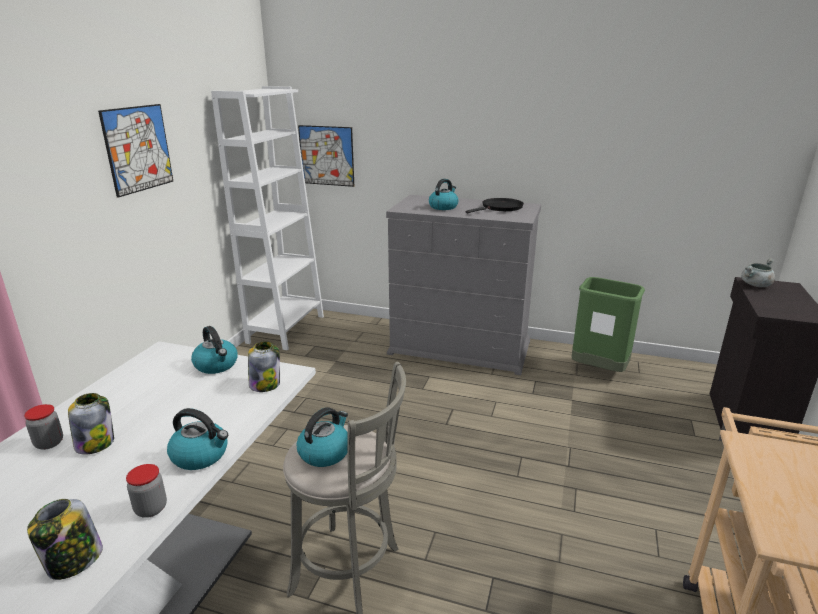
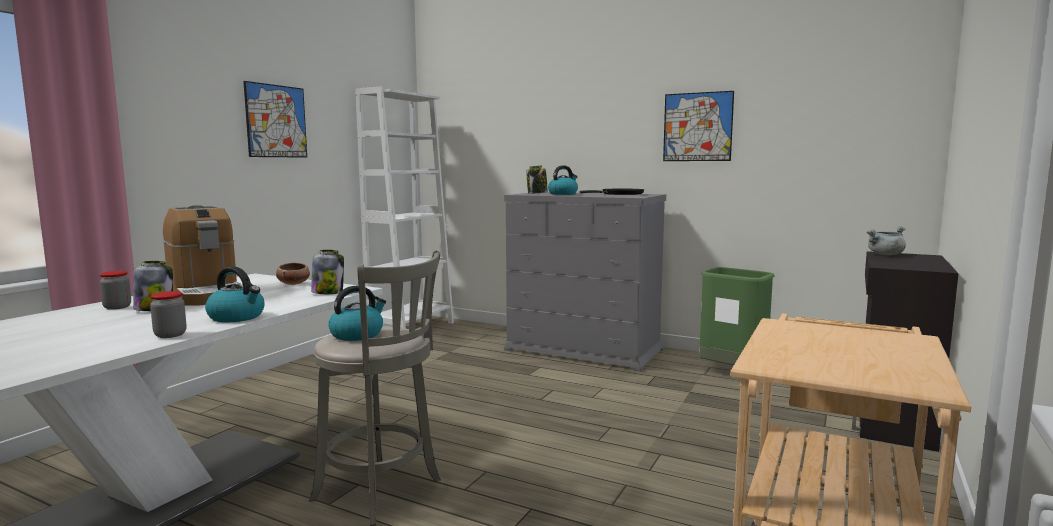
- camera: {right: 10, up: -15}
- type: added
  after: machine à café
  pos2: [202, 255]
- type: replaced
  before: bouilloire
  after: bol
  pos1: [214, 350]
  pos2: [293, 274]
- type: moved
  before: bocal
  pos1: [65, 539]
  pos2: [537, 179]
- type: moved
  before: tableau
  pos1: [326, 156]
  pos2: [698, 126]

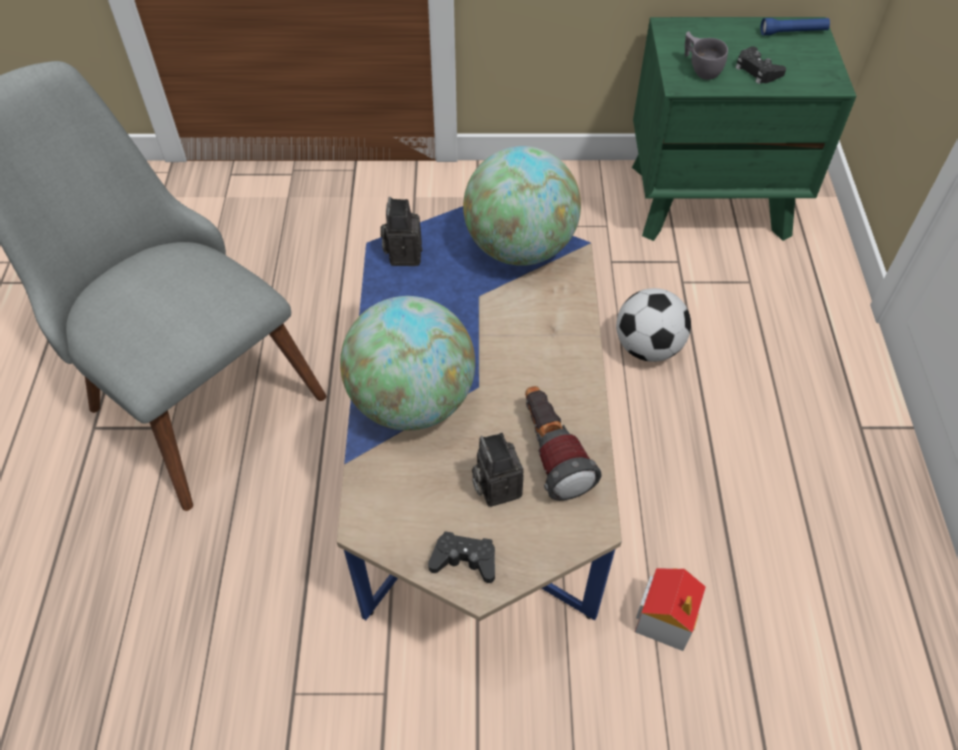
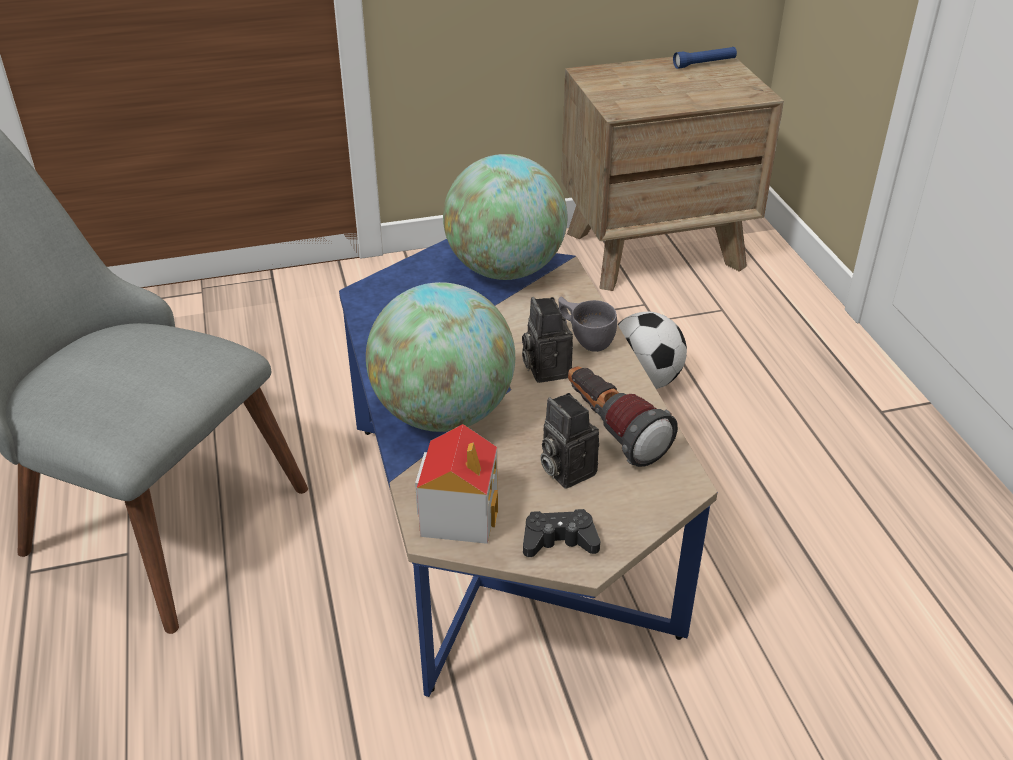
- camera: {right: -15, up: -15}
- type: moved
  before: maison miniature
  pos1: [670, 609]
  pos2: [456, 484]
- type: moved
  before: appareil photo
  pos1: [401, 231]
  pos2: [547, 340]
- type: moved
  before: tasse (gris)
  pos1: [706, 55]
  pos2: [588, 324]
- type: recoloured
  before: table de chevet (vert)
  after: table de chevet (marron)
  pos1: [744, 129]
  pos2: [672, 174]
- type: removed
  before: manette (noir)
  pos1: [760, 65]

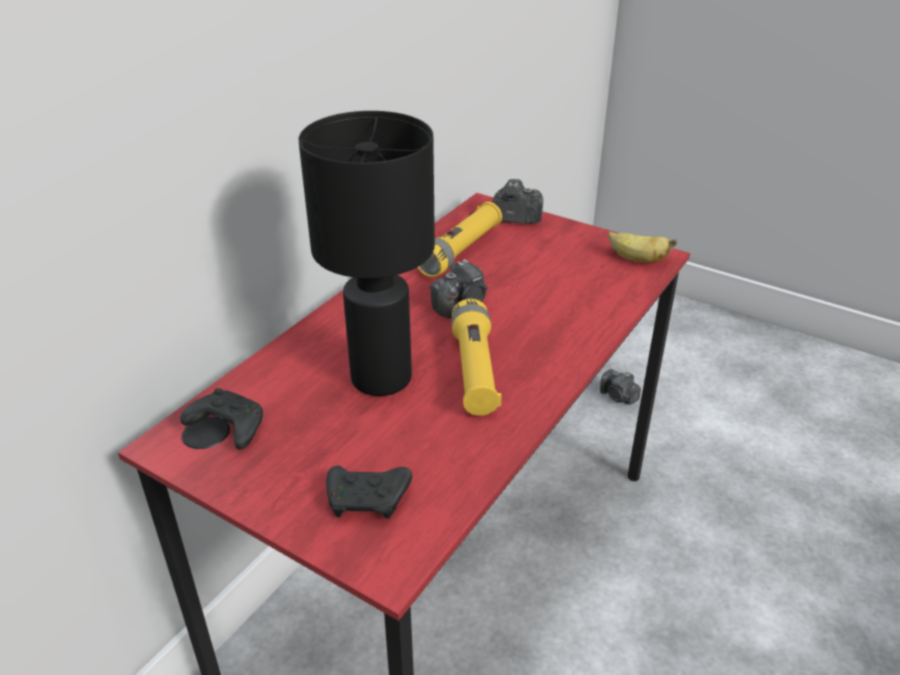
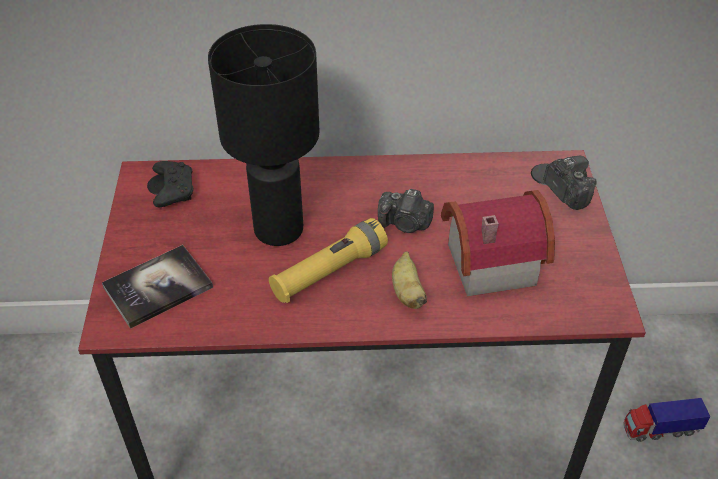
- camera: {right: 55, up: 10}
- type: replaced
  before: manette (noir)
  after: livre
  pos1: [369, 492]
  pos2: [157, 287]
- type: moved
  before: banane
  pos1: [642, 247]
  pos2: [409, 280]
- type: added
  after: maison miniature
  pos2: [498, 243]
- type: replaced
  before: appareil photo
  after: camion jouet
  pos1: [620, 387]
  pos2: [667, 420]
- type: removed
  before: lampe de poche (jaune)
  pos1: [459, 239]

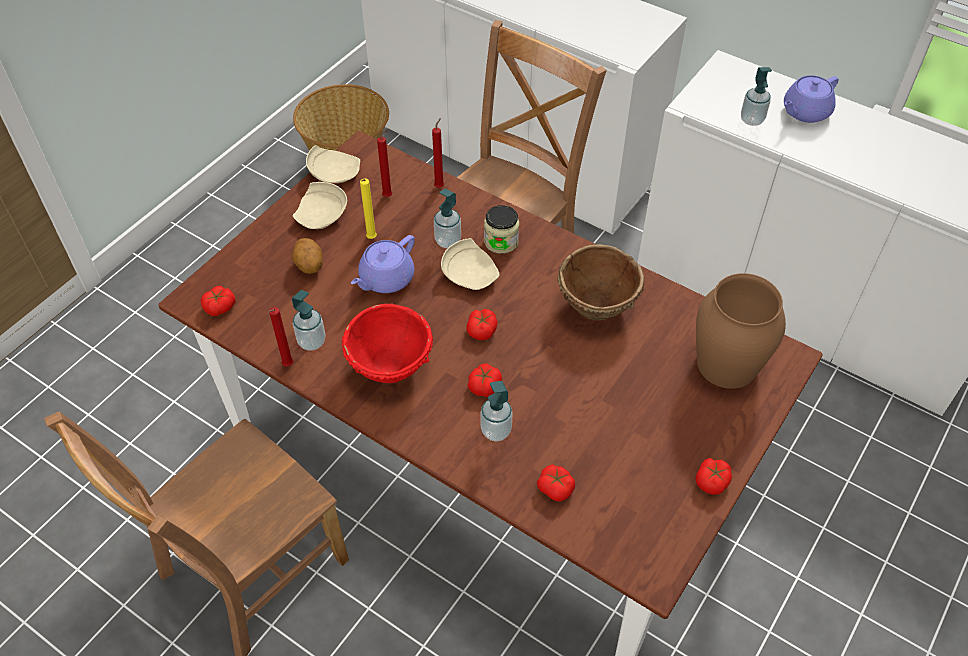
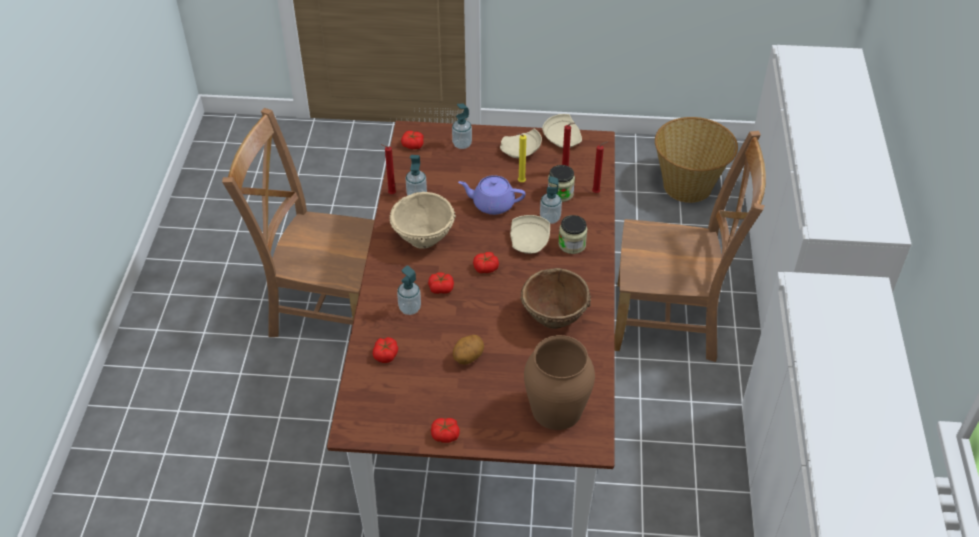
- camera: {right: 60, up: -5}
- type: recoloured
  before: bol (rouge)
  after: bol (beige)
  pos1: [387, 343]
  pos2: [423, 220]
- type: moved
  before: distributeur de savon
  pos1: [756, 96]
  pos2: [462, 126]
- type: moved
  before: pomme de terre
  pos1: [307, 256]
  pos2: [468, 350]
- type: added
  after: bocal
  pos2: [561, 183]
- type: removed
  before: théière (violet)
  pos1: [811, 99]

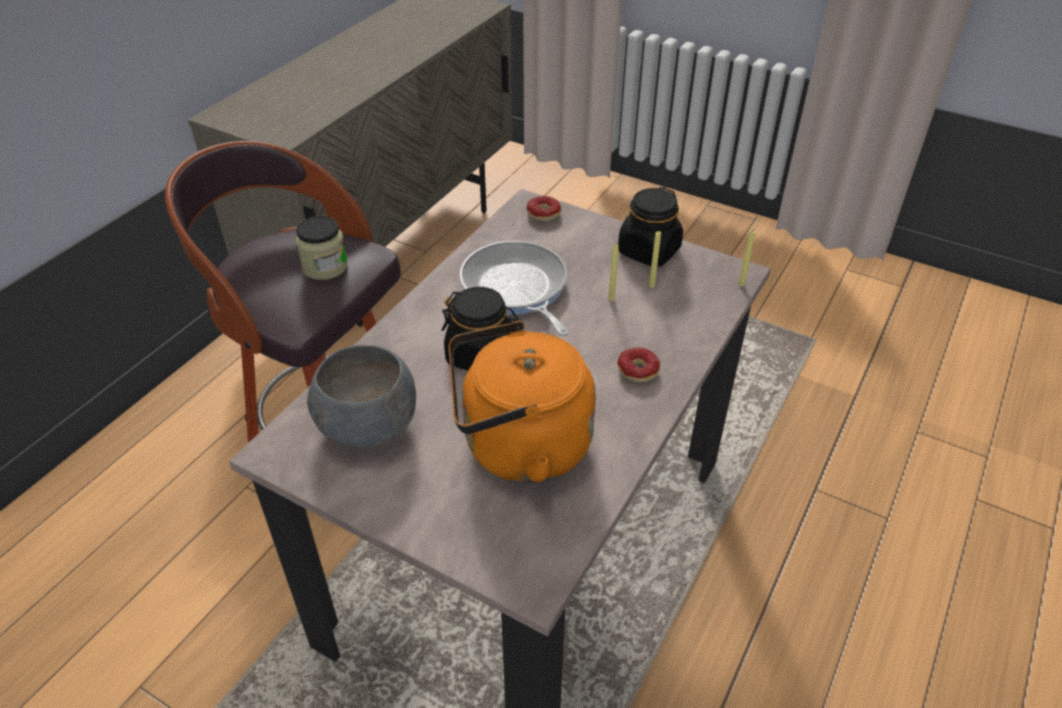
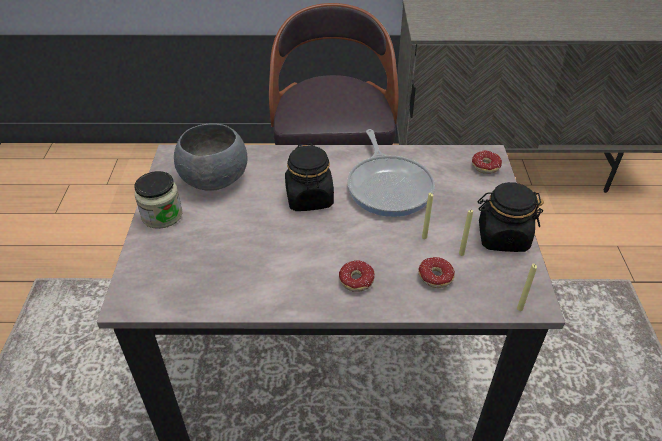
- camera: {right: 60, up: 0}
- type: moved
  before: bocal
  pos1: [322, 248]
  pos2: [158, 200]
- type: turned
  before: poêle
  pos1: [514, 288]
  pos2: [391, 173]
  turn: 135
- type: added
  after: beignet
  pos2: [436, 272]
- type: removed
  before: bouilloire (orange)
  pos1: [522, 402]

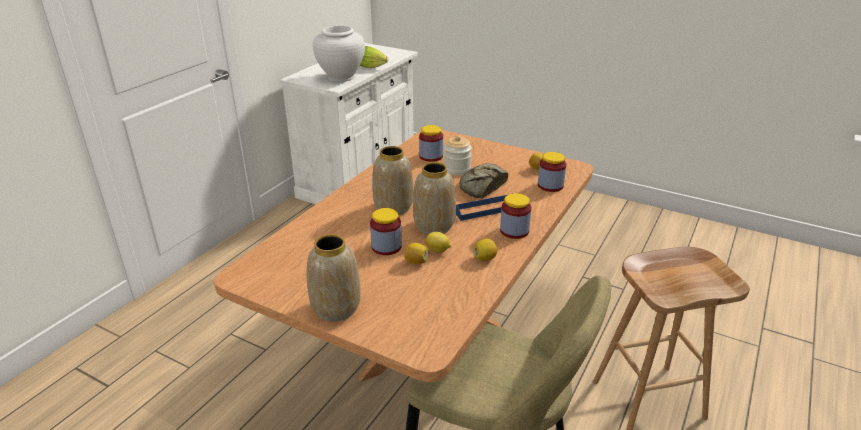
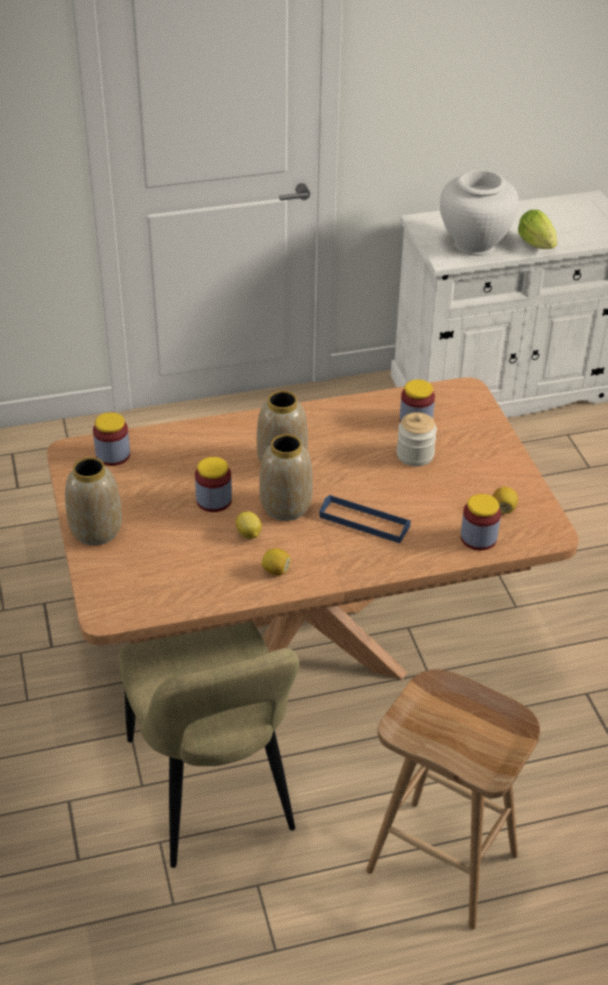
- camera: {right: 45, up: 10}
- type: moved
  before: bocal
  pos1: [515, 216]
  pos2: [111, 439]
- type: removed
  before: citron
  pos1: [416, 253]
- type: removed
  before: pain
  pos1: [483, 181]

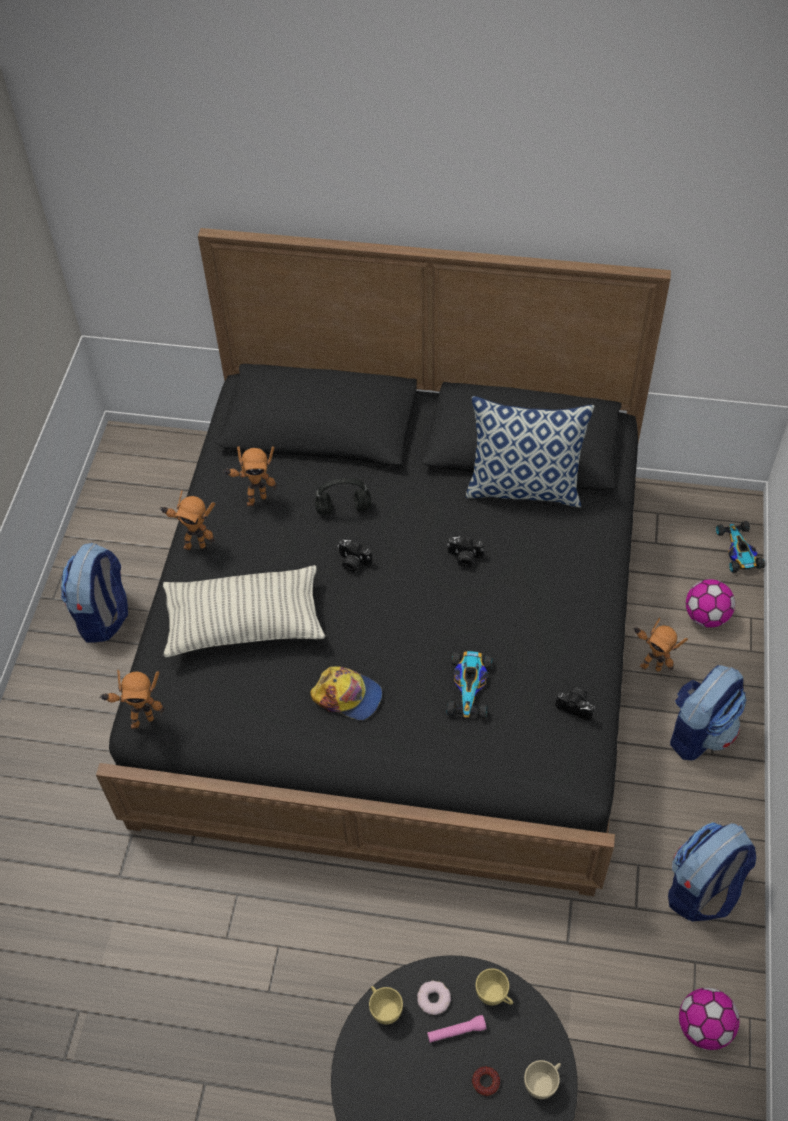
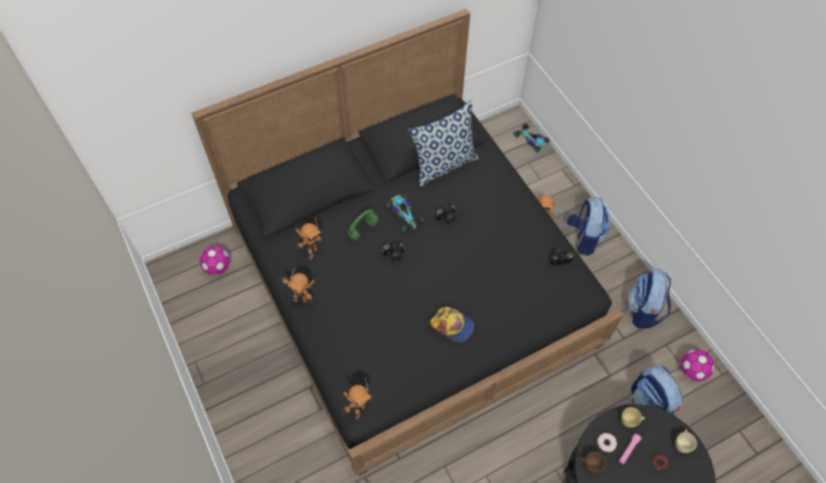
- camera: {right: -40, up: 5}
- type: moved
  before: ballon de foot
  pos1: [710, 603]
  pos2: [215, 260]
- type: turned
  before: robot jouet
  pos1: [187, 520]
  pos2: [297, 285]
  turn: 45
- type: recoloured
  before: casque audio (noir)
  after: casque audio (vert)
  pos1: [343, 496]
  pos2: [363, 224]
- type: moved
  before: petite voiture
  pos1: [469, 685]
  pos2: [405, 212]
- type: turned
  before: casquette
  pos1: [346, 693]
  pos2: [452, 325]
  turn: 45
- type: recoloured
  before: tasse (jaune)
  after: tasse (marron)
  pos1: [386, 1005]
  pos2: [593, 462]
- type: moved
  before: sac à dos
  pos1: [94, 593]
  pos2: [656, 389]
- type: removed
  before: coussin
  pos1: [244, 611]

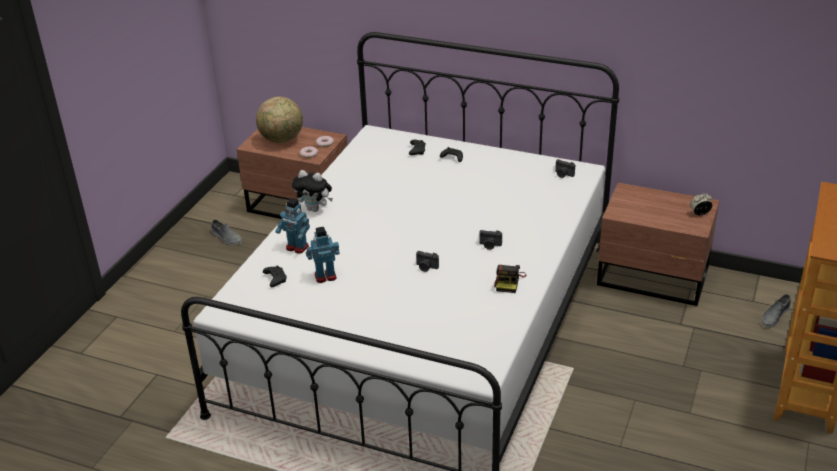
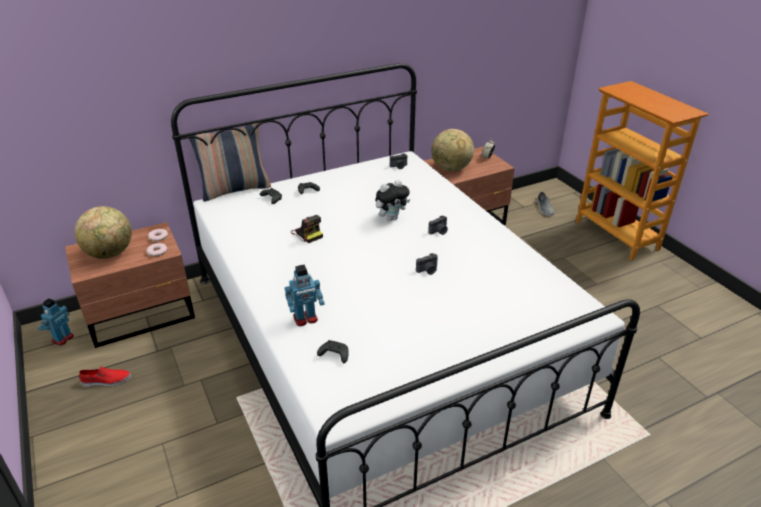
- camera: {right: -50, up: 0}
- type: moved
  before: robot jouet
  pos1: [323, 255]
  pos2: [56, 322]
- type: recoloured
  before: chaussure (gris)
  after: chaussure (rouge)
  pos1: [226, 232]
  pos2: [105, 376]
- type: added
  after: coussin
  pos2: [230, 162]
- type: moved
  before: appareil photo
  pos1: [510, 279]
  pos2: [307, 229]
- type: moved
  before: peluche
  pos1: [312, 191]
  pos2: [392, 200]
- type: added
  after: globe
  pos2: [452, 150]

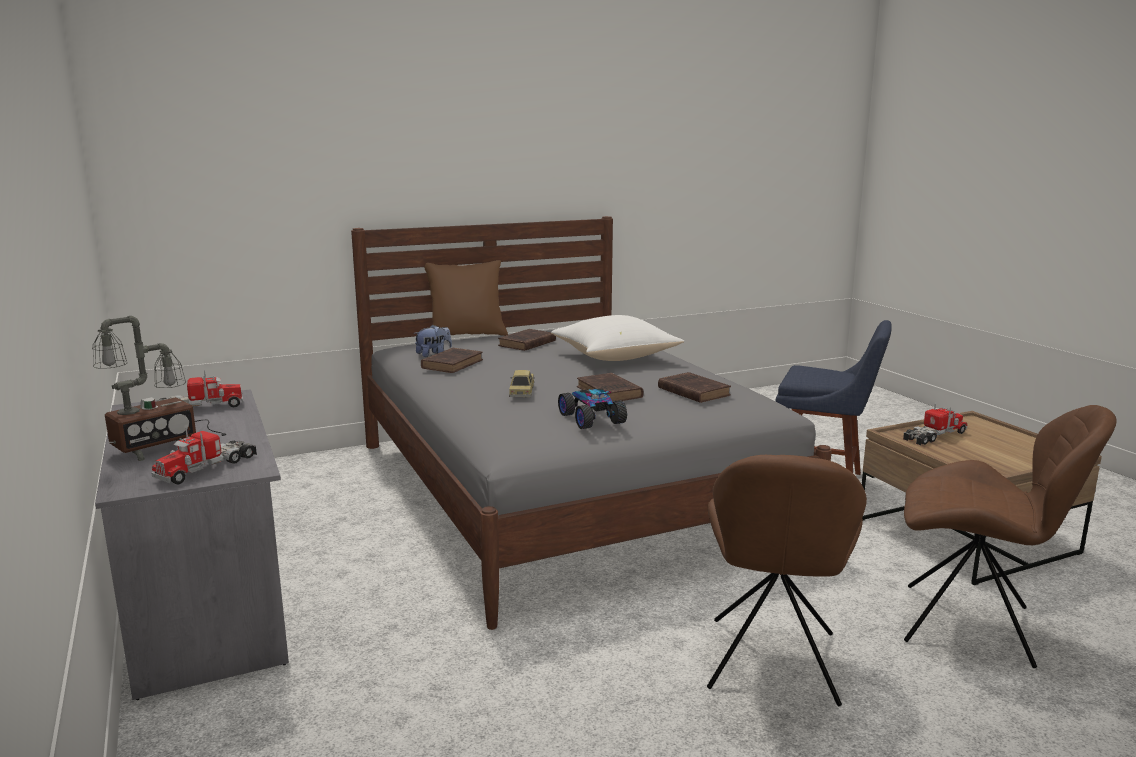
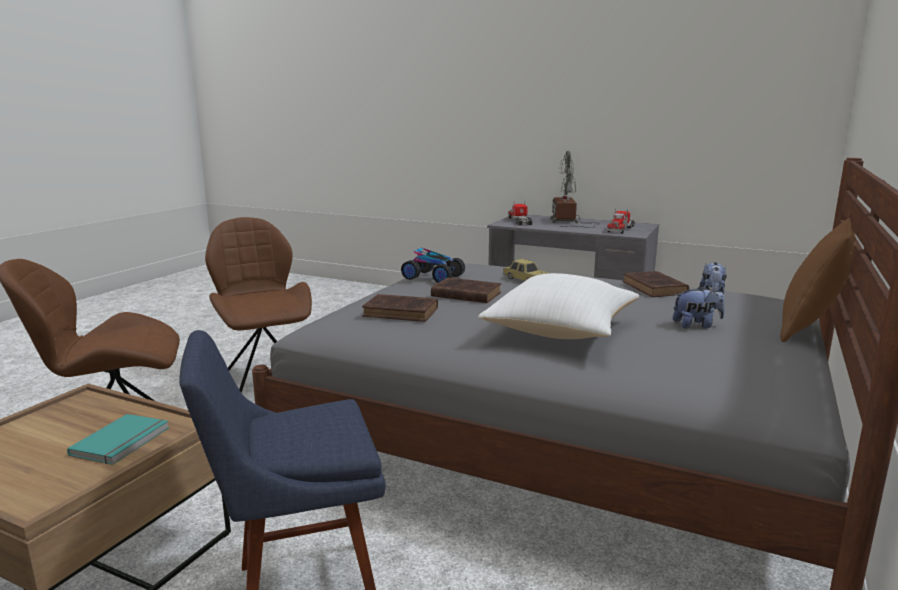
- camera: {right: 140, up: 0}
- type: replaced
  before: camion jouet
  after: livre (turquoise)
  pos1: [935, 424]
  pos2: [118, 439]
- type: replaced
  before: livre (marron)
  after: peluche
  pos1: [527, 340]
  pos2: [699, 307]

